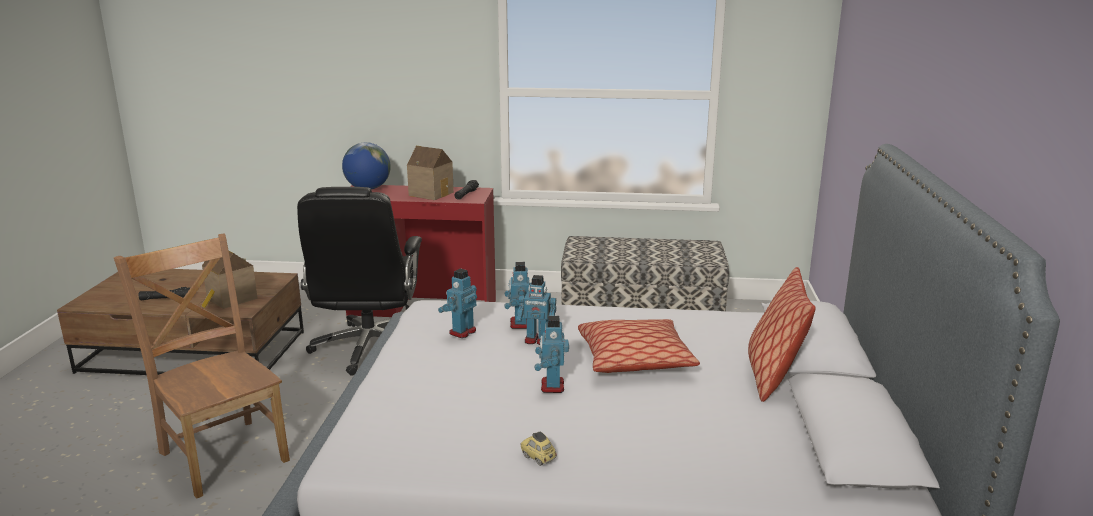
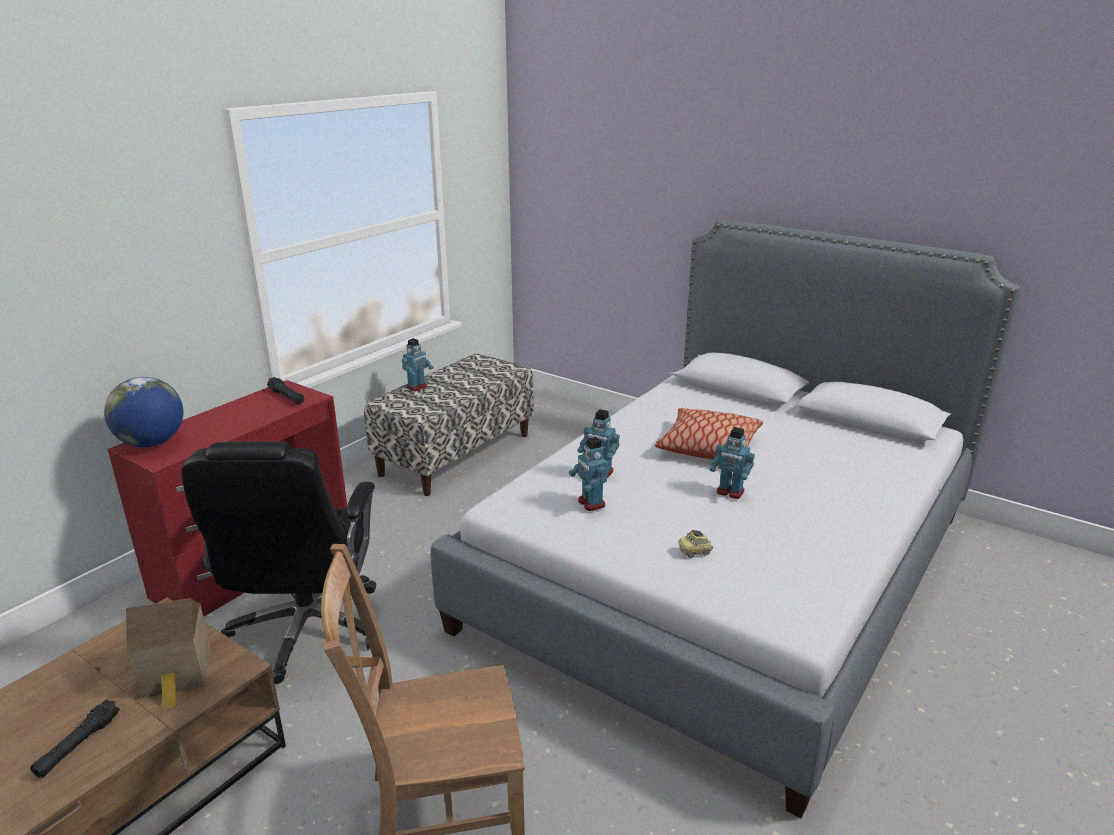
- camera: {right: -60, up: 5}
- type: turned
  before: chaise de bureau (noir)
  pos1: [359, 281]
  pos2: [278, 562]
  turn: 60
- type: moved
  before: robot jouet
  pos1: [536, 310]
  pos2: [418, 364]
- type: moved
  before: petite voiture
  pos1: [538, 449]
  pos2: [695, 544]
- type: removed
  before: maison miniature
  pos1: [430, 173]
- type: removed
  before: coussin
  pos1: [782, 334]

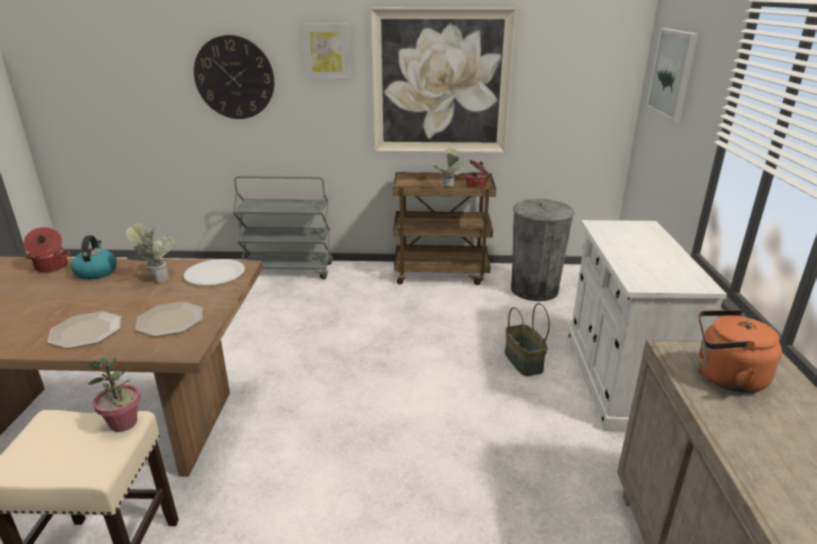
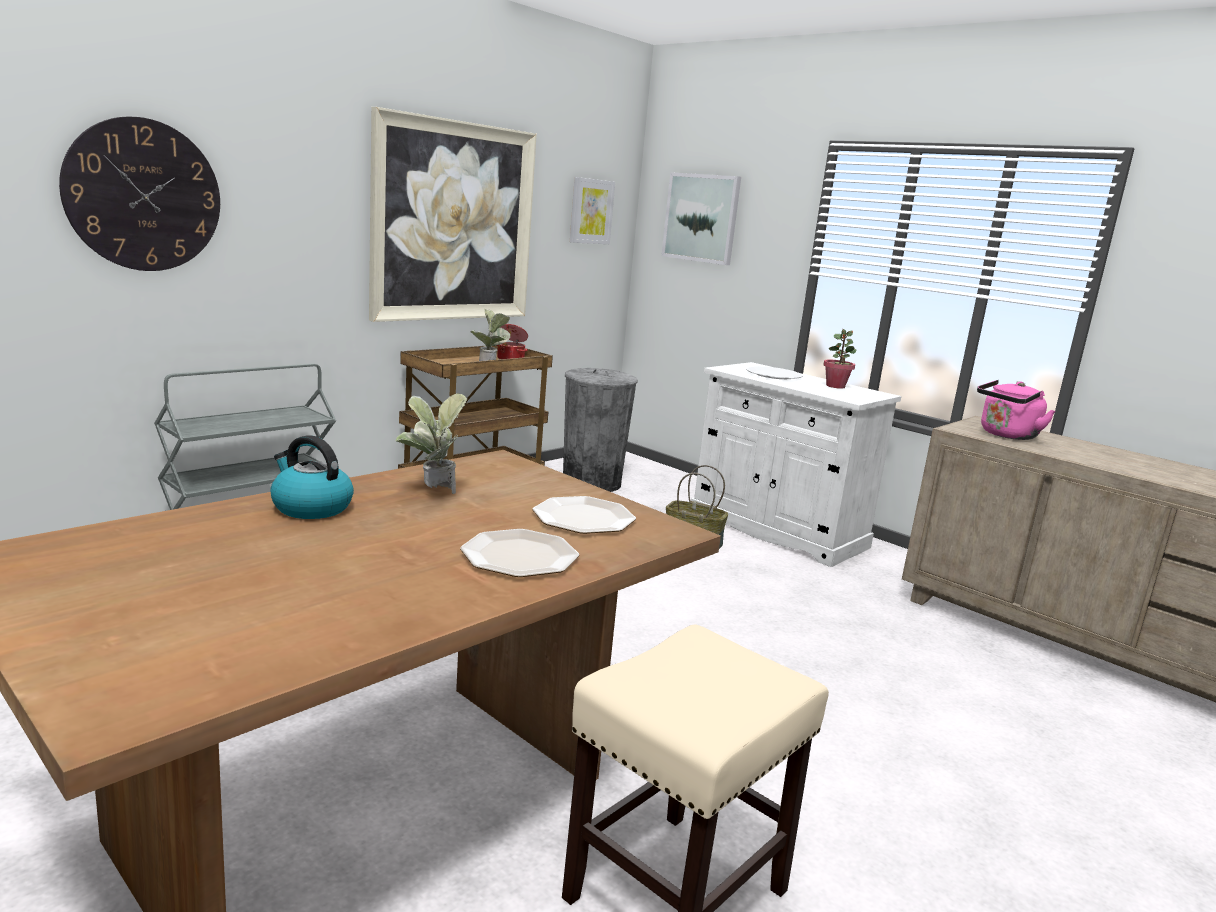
- camera: {right: -50, up: -10}
- type: moved
  before: tableau
  pos1: [325, 51]
  pos2: [592, 210]
- type: moved
  before: assiette (blanc)
  pos1: [214, 272]
  pos2: [774, 372]
- type: moved
  before: plante en pot
  pos1: [114, 394]
  pos2: [840, 359]
- type: recoloured
  before: bouilloire (orange)
  after: bouilloire (rose)
  pos1: [740, 351]
  pos2: [1016, 410]
- type: removed
  before: marmite
  pos1: [47, 250]

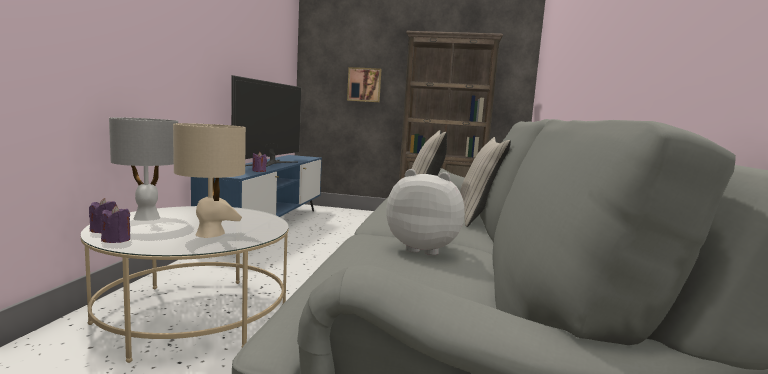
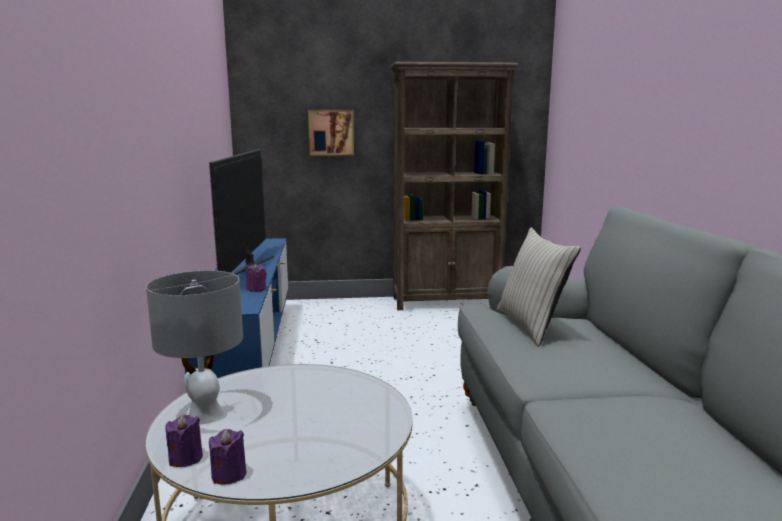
- camera: {right: -15, up: 5}
- type: removed
  before: lampe de table (beige)
  pos1: [209, 180]
- type: removed
  before: peluche
  pos1: [425, 212]
- type: removed
  before: coussin (beige)
  pos1: [485, 182]

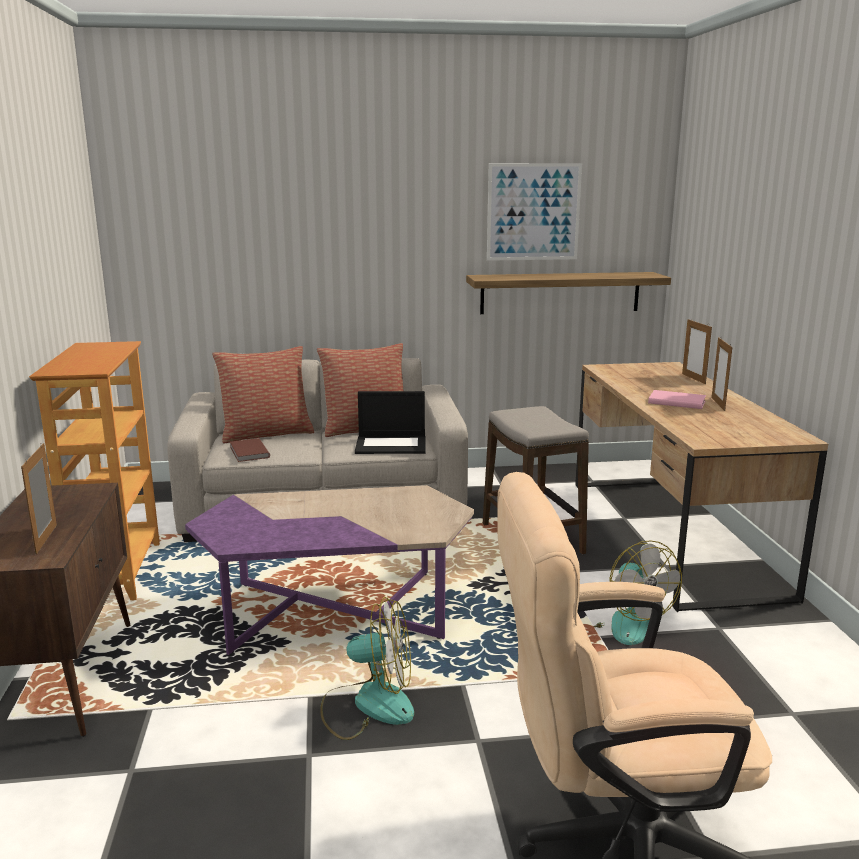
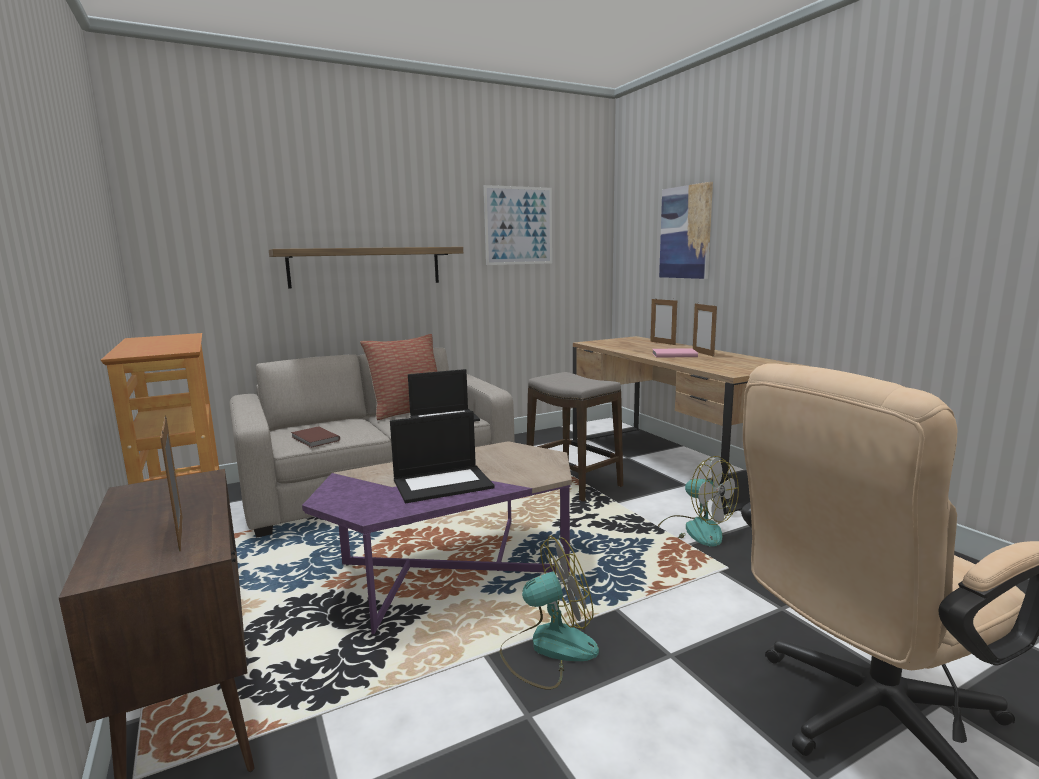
- camera: {right: -20, up: -5}
- type: moved
  before: étagère
  pos1: [568, 293]
  pos2: [366, 268]
- type: added
  after: ordinateur portable
  pos2: [442, 457]
- type: added
  after: tableau
  pos2: [686, 230]
- type: removed
  before: coussin
  pos1: [263, 395]

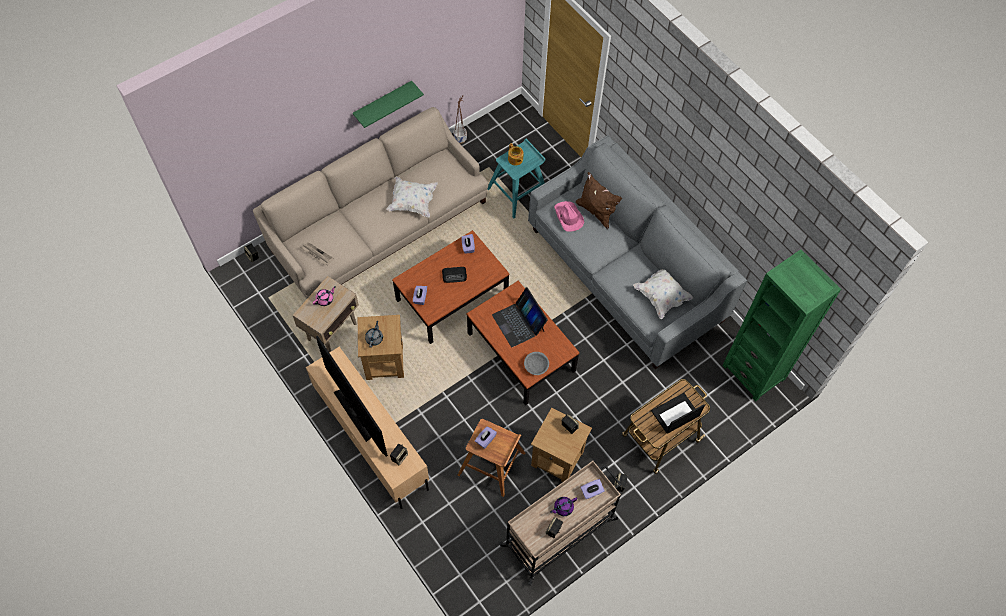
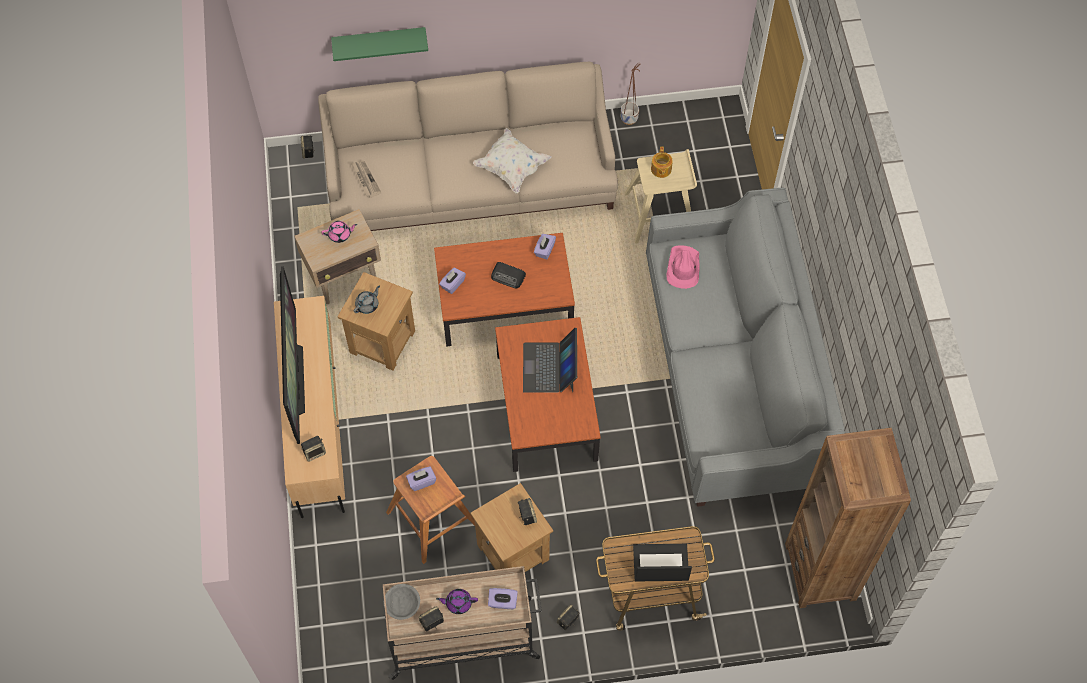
- camera: {right: 30, up: 0}
- type: moved
  before: étagère (vert)
  pos1: [388, 104]
  pos2: [379, 44]
- type: moved
  before: bol (gris)
  pos1: [536, 363]
  pos2: [402, 602]
- type: recoloured
  before: tabouret (turquoise)
  after: tabouret (beige)
  pos1: [516, 178]
  pos2: [661, 196]
- type: recoloured
  before: bibliothèque (vert)
  after: bibliothèque (marron)
  pos1: [781, 325]
  pos2: [848, 518]
- type: removed
  before: coussin (marron)
  pos1: [599, 200]
- type: removed
  before: coussin (blanc)
  pos1: [663, 294]

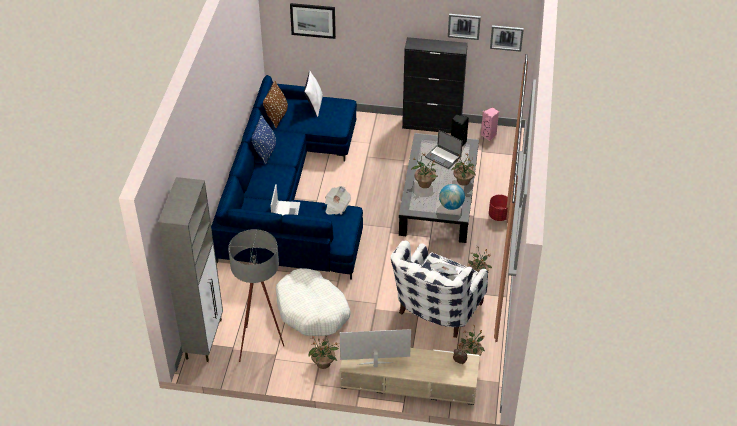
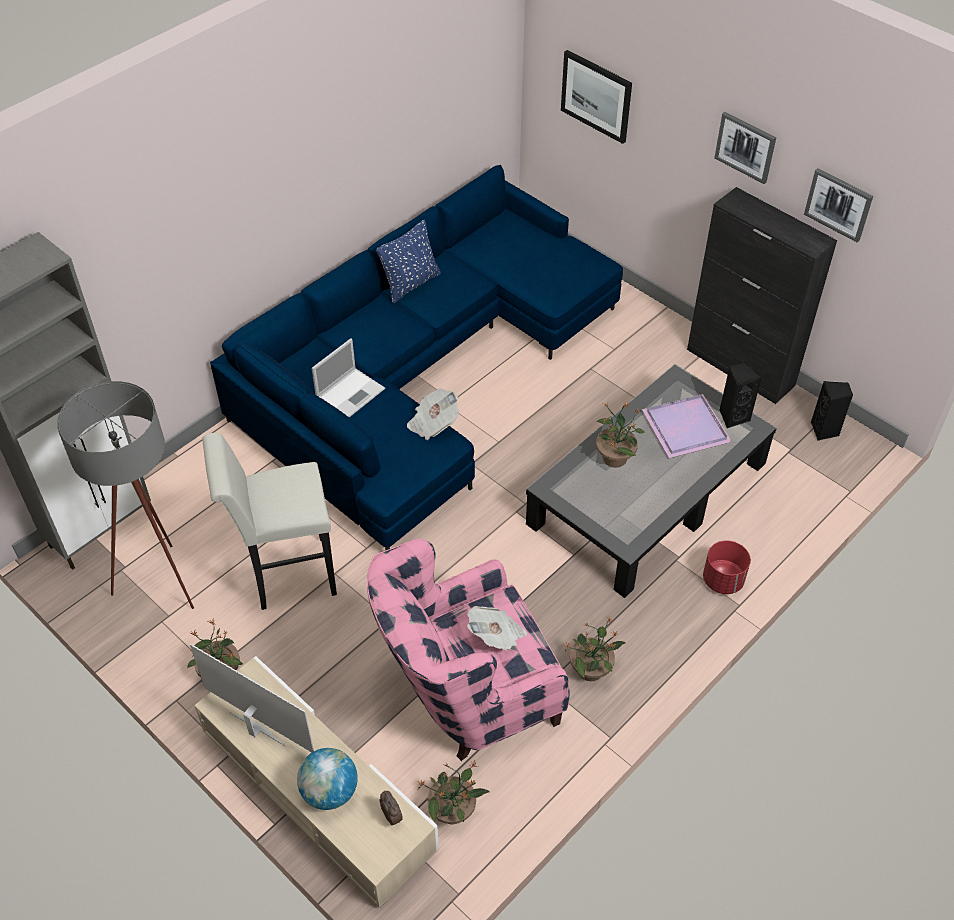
- camera: {right: 35, up: 5}
- type: replaced
  before: panier pour chien (blanc)
  after: tabouret (blanc)
  pos1: [313, 302]
  pos2: [269, 521]
- type: moved
  before: globe
  pos1: [452, 197]
  pos2: [327, 779]
- type: recoloured
  before: fauteuil (blanc)
  after: fauteuil (rose)
  pos1: [439, 289]
  pos2: [468, 650]
- type: replaced
  before: ordinateur portable
  after: plateau (violet)
  pos1: [444, 149]
  pos2: [687, 426]
- type: moved
  before: tableau
  pos1: [507, 38]
  pos2: [745, 148]
- type: recoloured
  before: enceinte (rose)
  after: enceinte (noir)
  pos1: [490, 124]
  pos2: [832, 411]
- type: removed
  before: coussin (marron)
  pos1: [275, 104]
- type: removed
  before: coussin (blanc)
  pos1: [313, 93]
- type: removed
  before: plante en pot
  pos1: [463, 169]

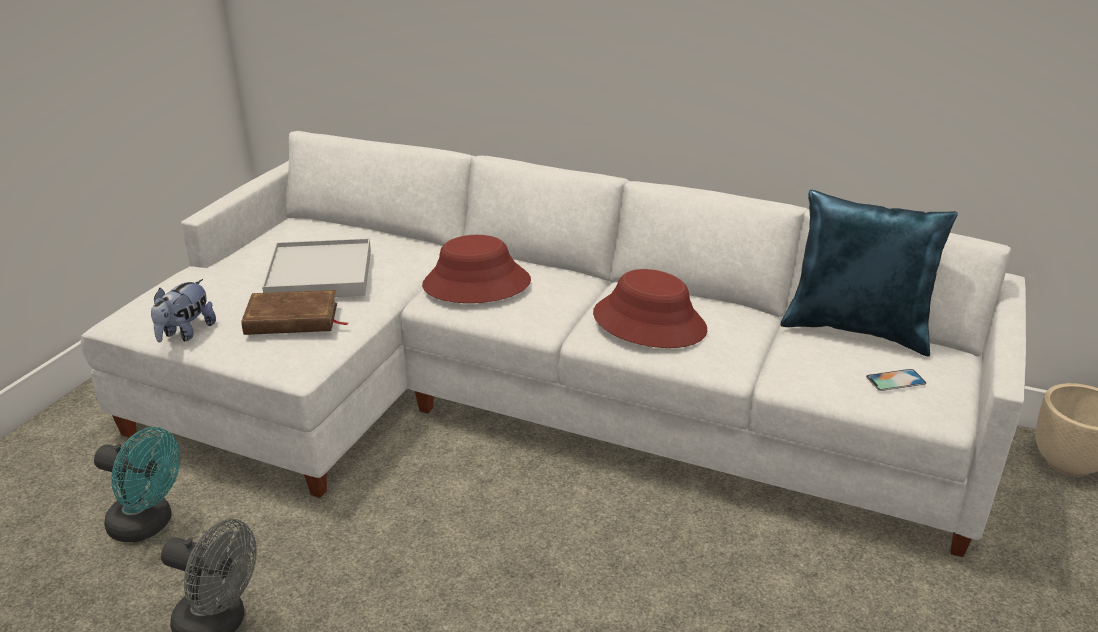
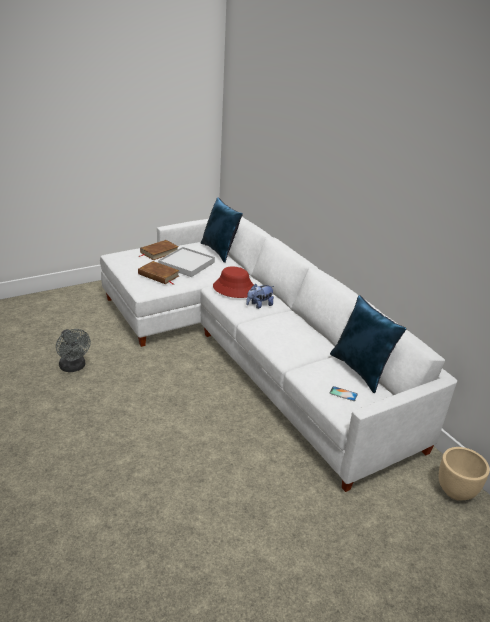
- camera: {right: 35, up: 0}
- type: added
  after: livre (marron)
  pos2: [159, 250]
- type: added
  after: coussin (bleu)
  pos2: [222, 230]
- type: moved
  before: peluche
  pos1: [183, 310]
  pos2: [260, 296]
- type: removed
  before: ventilateur (turquoise)
  pos1: [137, 484]
- type: removed
  before: chapeau (rouge)
  pos1: [650, 308]

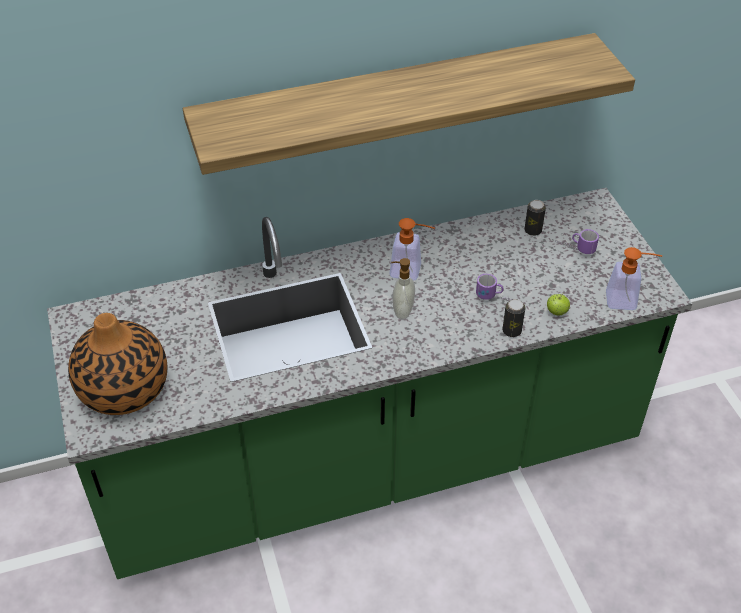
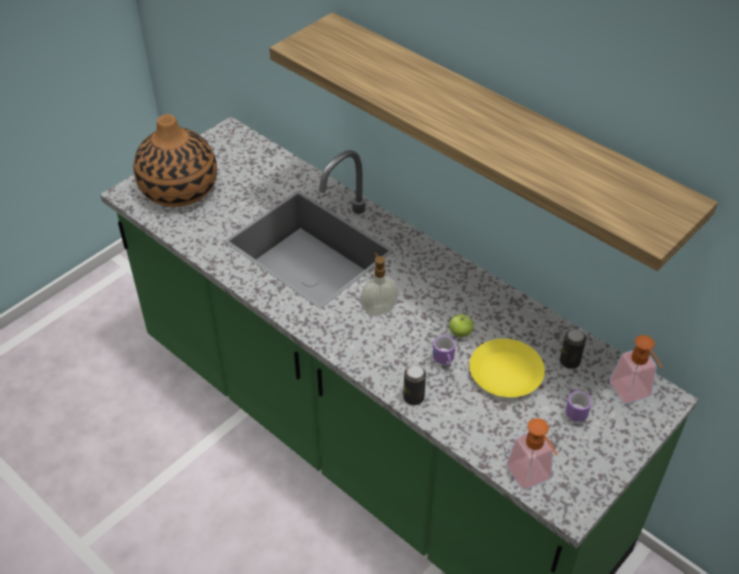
- camera: {right: 60, up: 0}
- type: moved
  before: pomme
  pos1: [558, 304]
  pos2: [461, 325]
- type: added
  after: assiette (jaune)
  pos2: [507, 368]
- type: moved
  before: distributeur de savon
  pos1: [412, 249]
  pos2: [636, 369]

